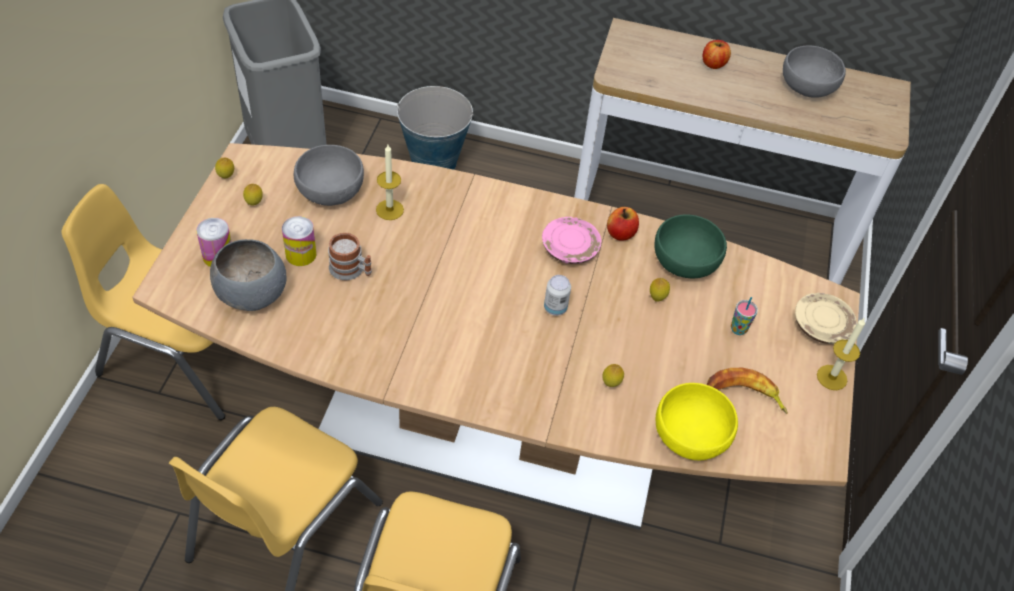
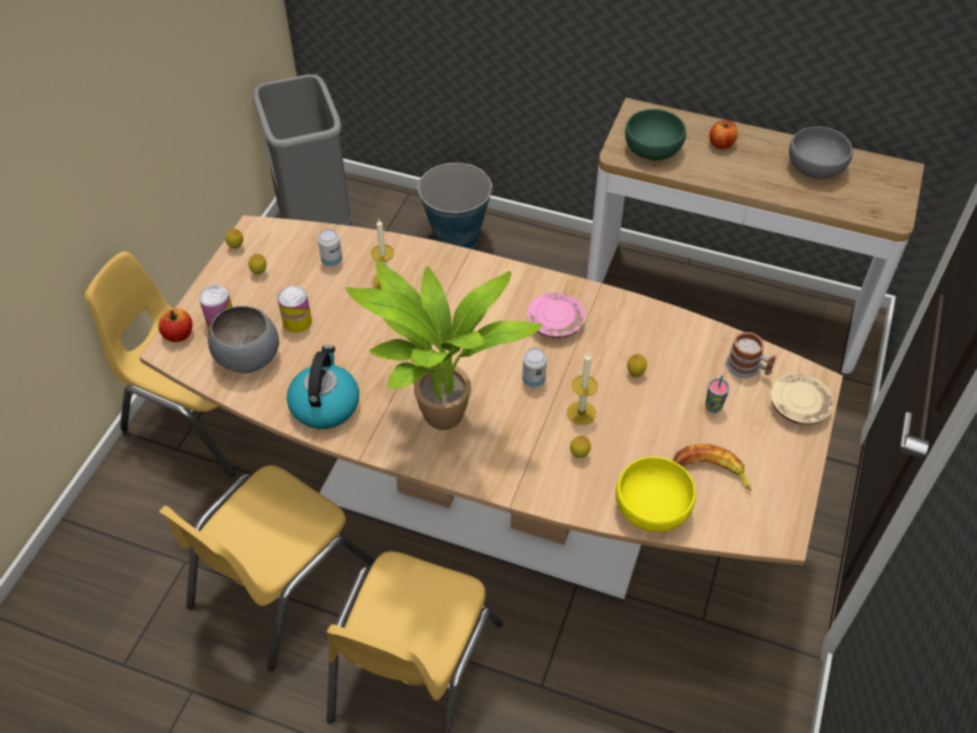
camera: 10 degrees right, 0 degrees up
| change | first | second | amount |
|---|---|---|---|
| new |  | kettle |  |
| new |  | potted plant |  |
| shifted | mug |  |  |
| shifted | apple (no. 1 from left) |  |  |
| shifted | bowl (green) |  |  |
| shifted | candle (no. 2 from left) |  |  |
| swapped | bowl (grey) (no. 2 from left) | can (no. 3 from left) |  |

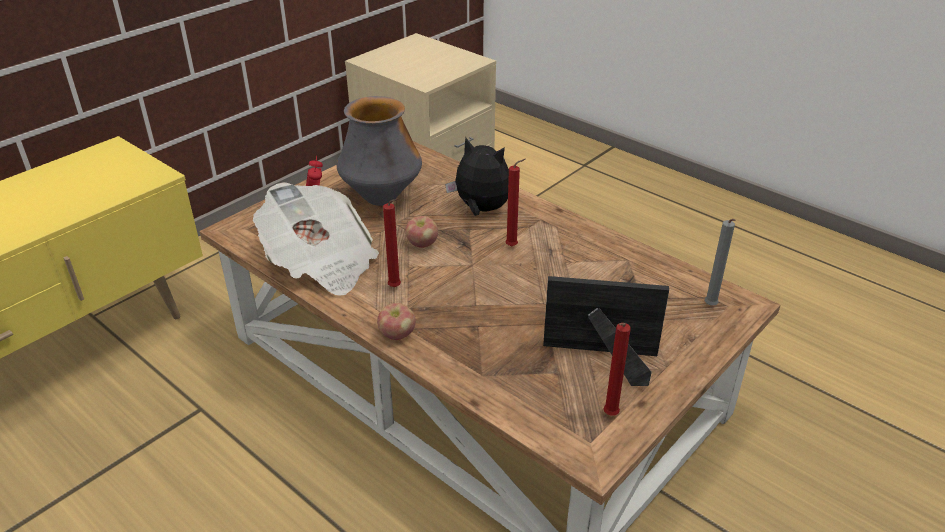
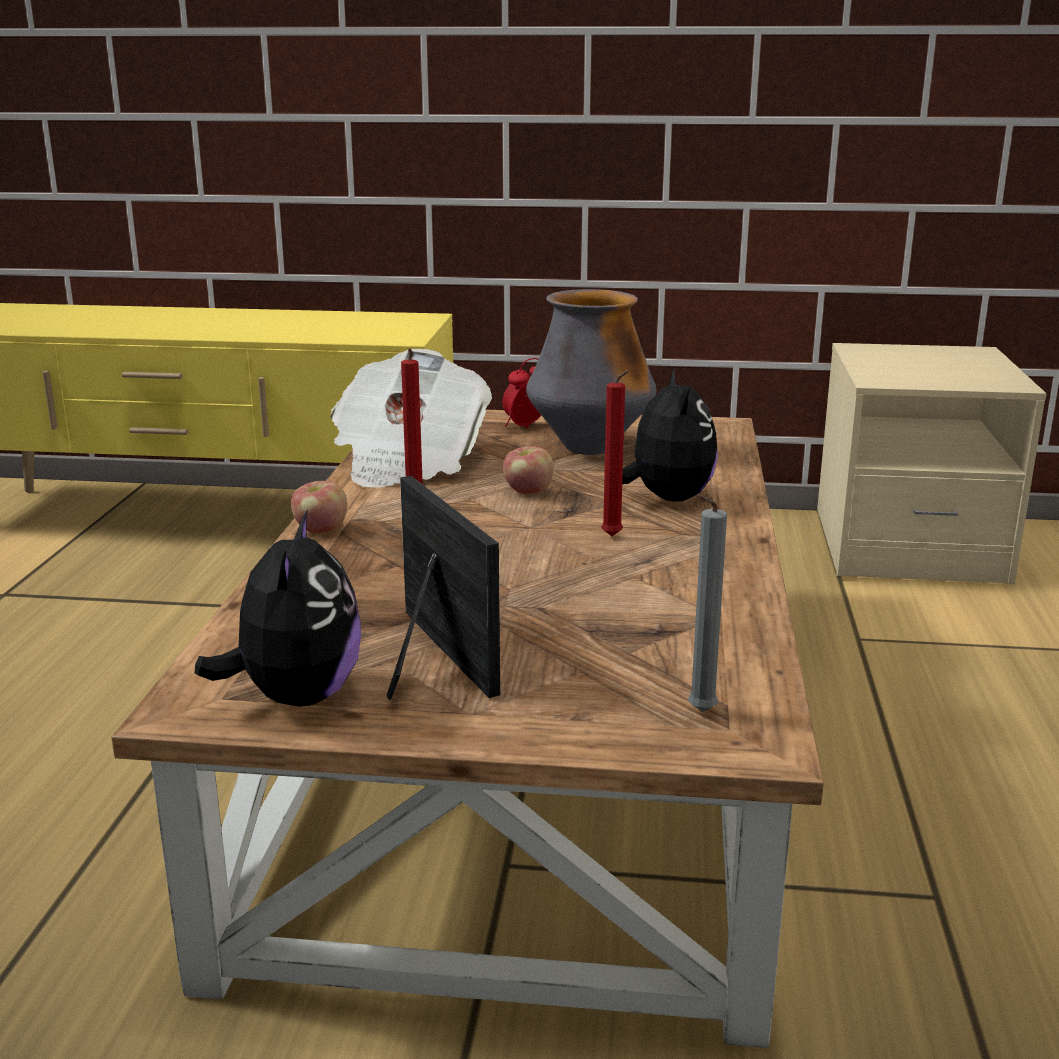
camera: 55 degrees right, 15 degrees down
| change | first | second | amount |
|---|---|---|---|
| swapped | candle (red) (no. 3 from left) | plush toy (no. 1 from left) |  |

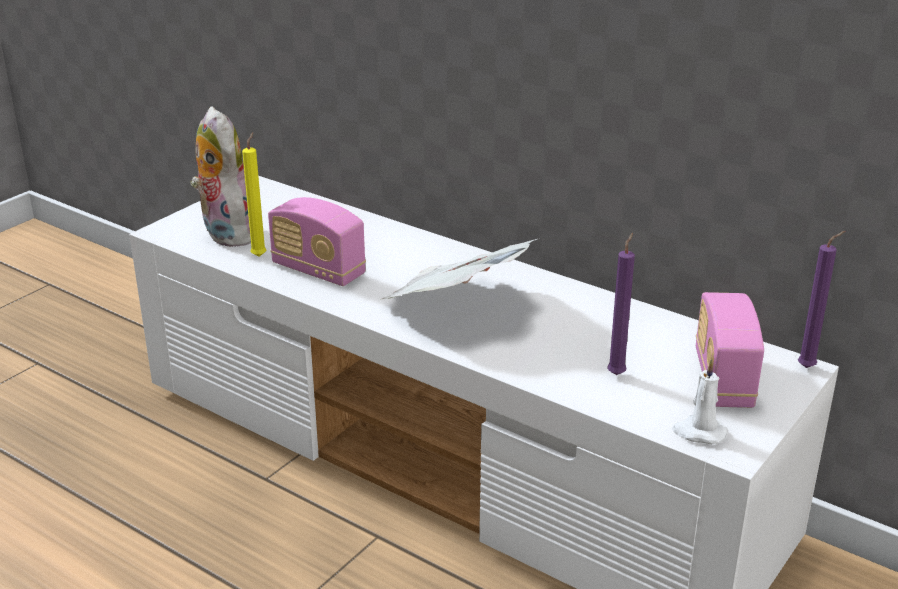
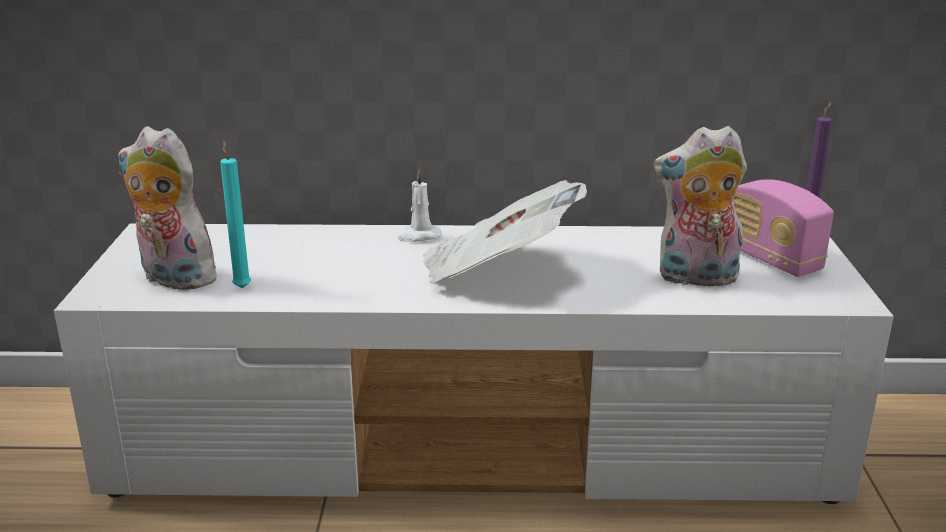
camera: 35 degrees left, 5 degrees down
| change | first | second | amount |
|---|---|---|---|
| gone | radio (no. 1 from left) |  |  |
| shifted | candle (white) |  |  |
| swapped | candle (purple) (no. 1 from left) | plush toy (no. 2 from left) |  |
| repainted | candle (yellow) | candle (turquoise) |  |

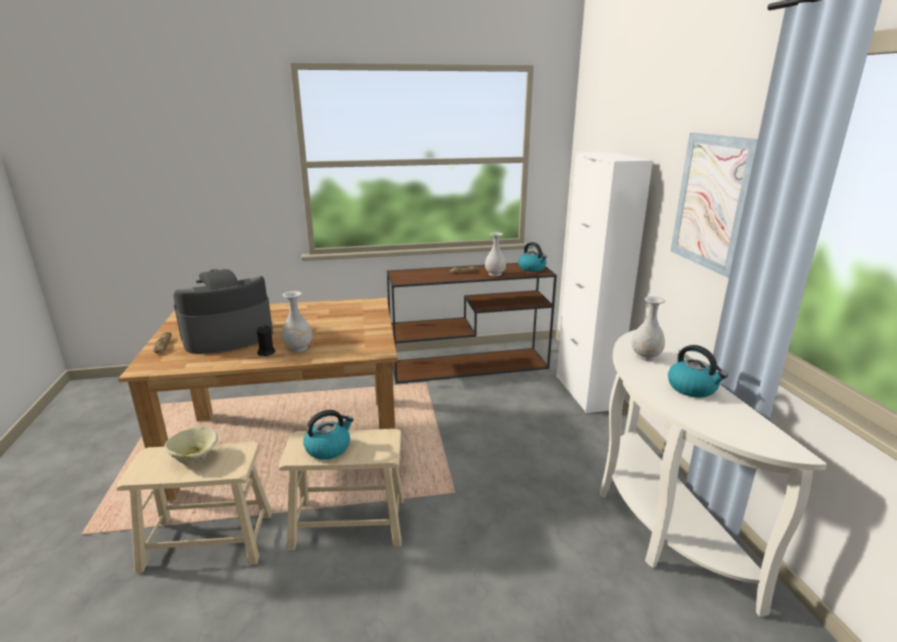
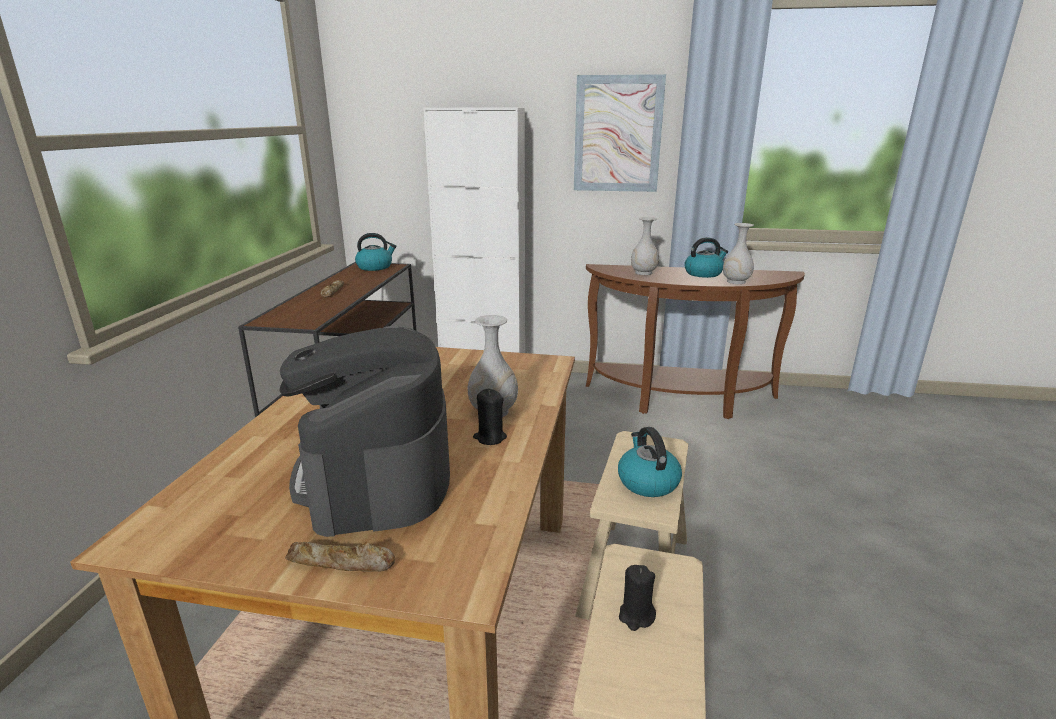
camera: 70 degrees left, 0 degrees up
| change | first | second | amount |
|---|---|---|---|
| shifted | vase (white) (no. 2 from left in the first image) | vase (white) (no. 3 from left) |  |
| swapped | bowl (beige) | candle (black) (no. 2 from left) |  |
| repainted | console table (white) | console table (brown) (no. 2 from left) |  |

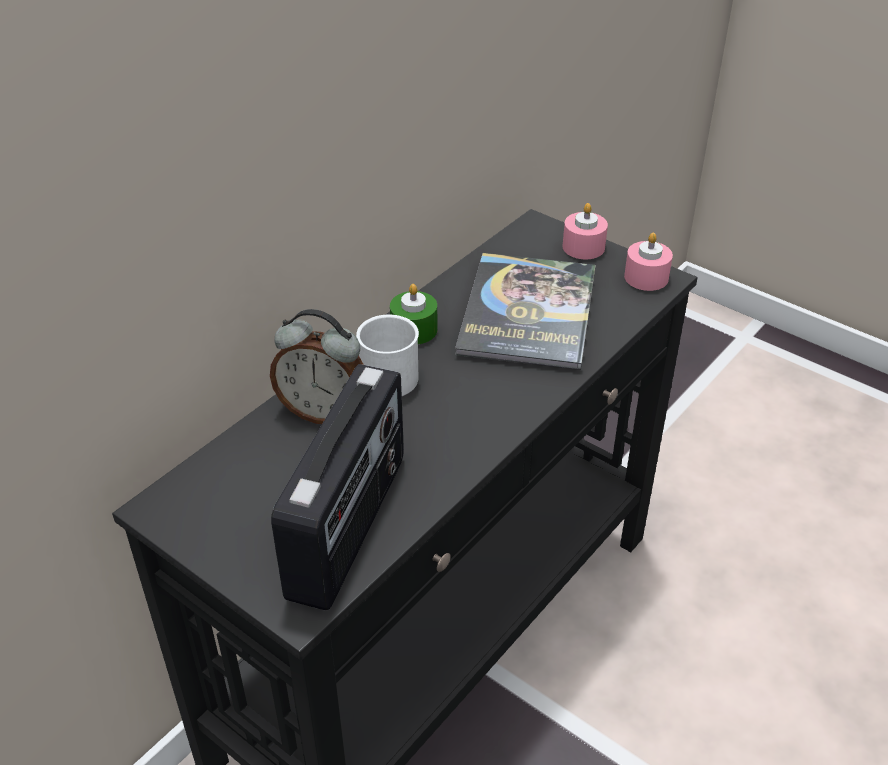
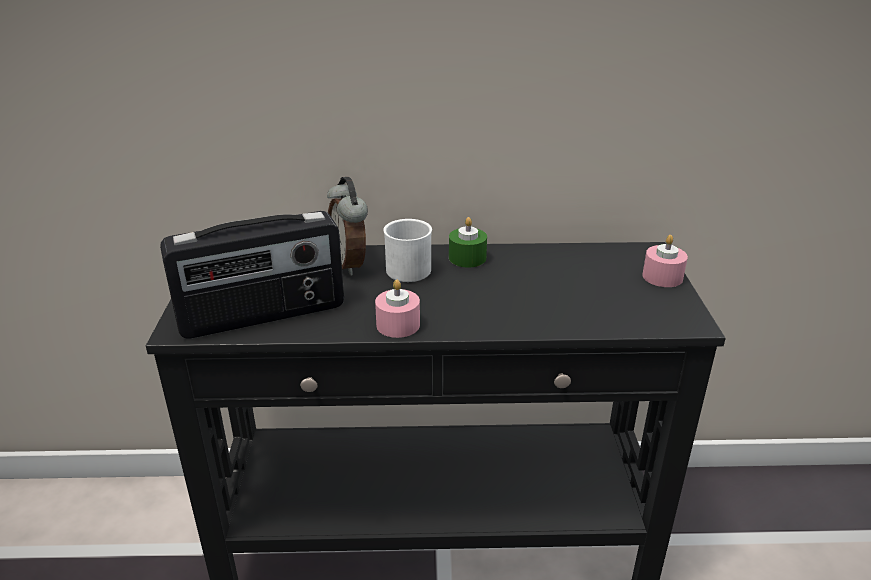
camera: 50 degrees right, 10 degrees down
| change | first | second | amount |
|---|---|---|---|
| gone | book |  |  |
| shifted | candle (pink) (no. 2 from left in the first image) | candle (pink) (no. 1 from left) |  |

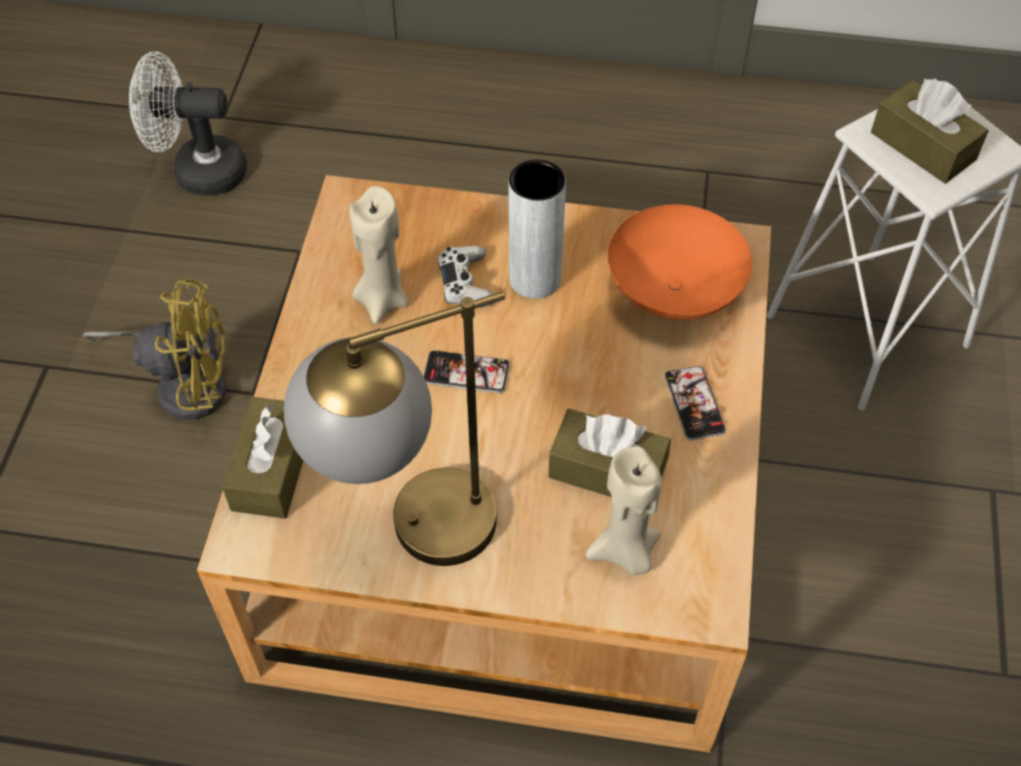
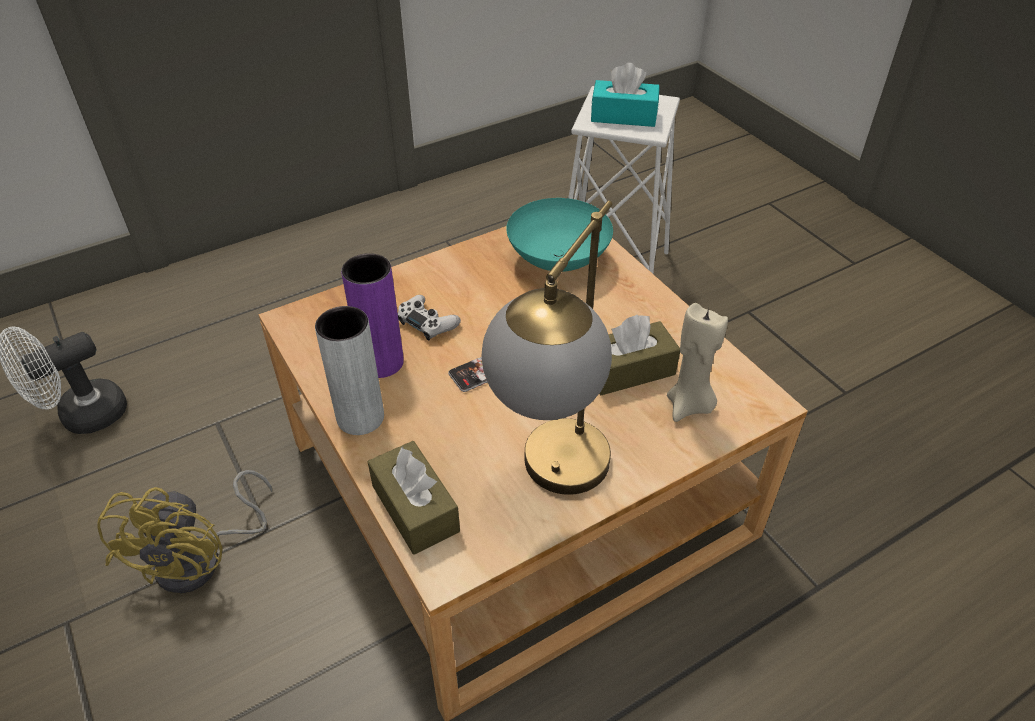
camera: 40 degrees left, 10 degrees down
| change | first | second | amount |
|---|---|---|---|
| gone | phone (no. 2 from left) |  |  |
| shifted | vase (grey) |  |  |
| swapped | candle (beige) (no. 1 from left) | vase (purple) |  |
| repainted | bowl (orange) | bowl (turquoise) |  |
| repainted | tissue box (brown) (no. 3 from left) | tissue box (turquoise) |  |
| rotated | fan (yellow) |  | 135 degrees clockwise |

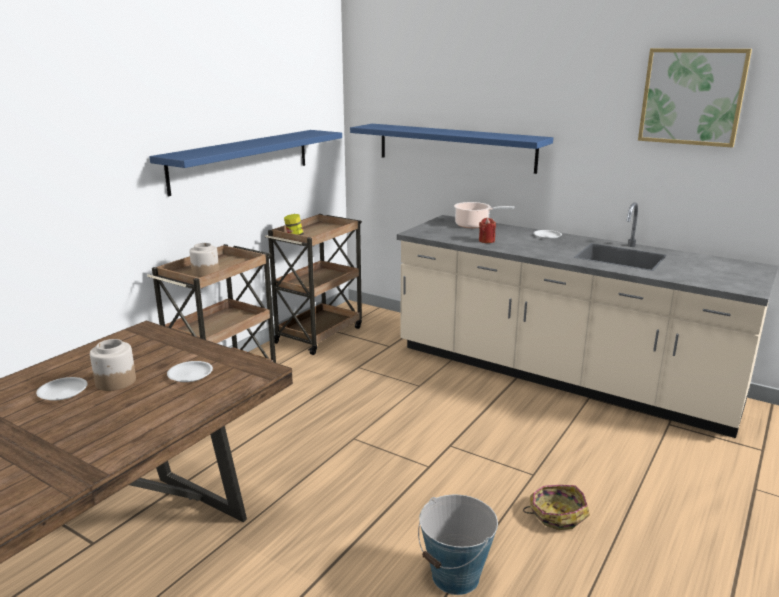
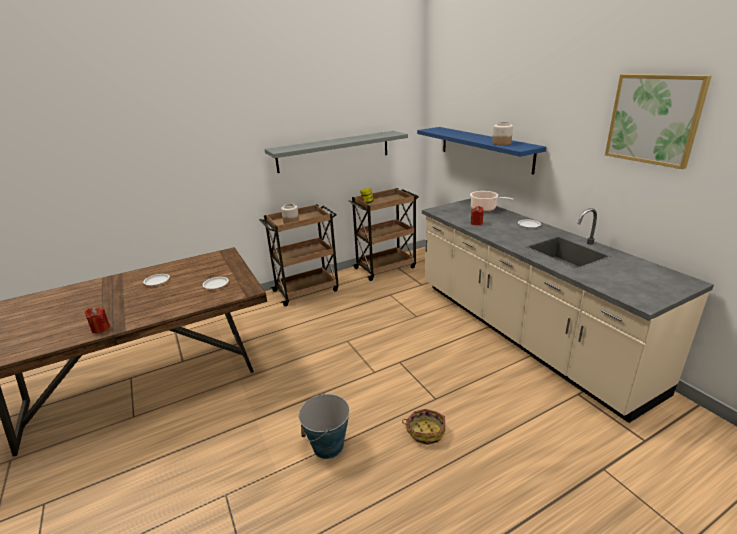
camera: 30 degrees right, 5 degrees up
| change | first | second | amount |
|---|---|---|---|
| new |  | candle (red) (no. 1 from left) |  |
| shifted | jar (no. 1 from left in the first image) | jar (no. 3 from left) |  |
| repainted | shelf (blue) (no. 1 from left) | shelf (grey) |  |

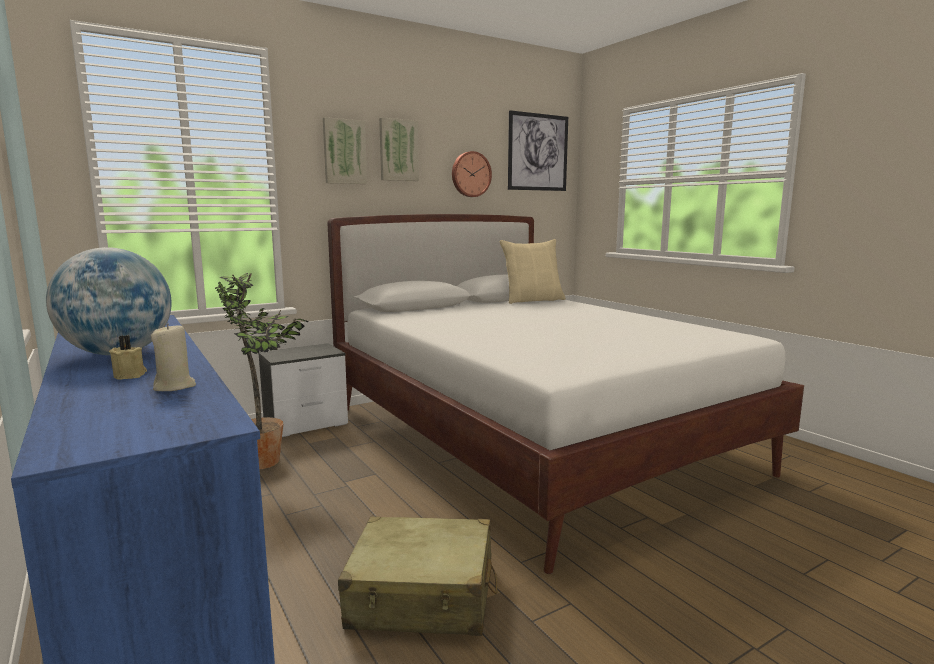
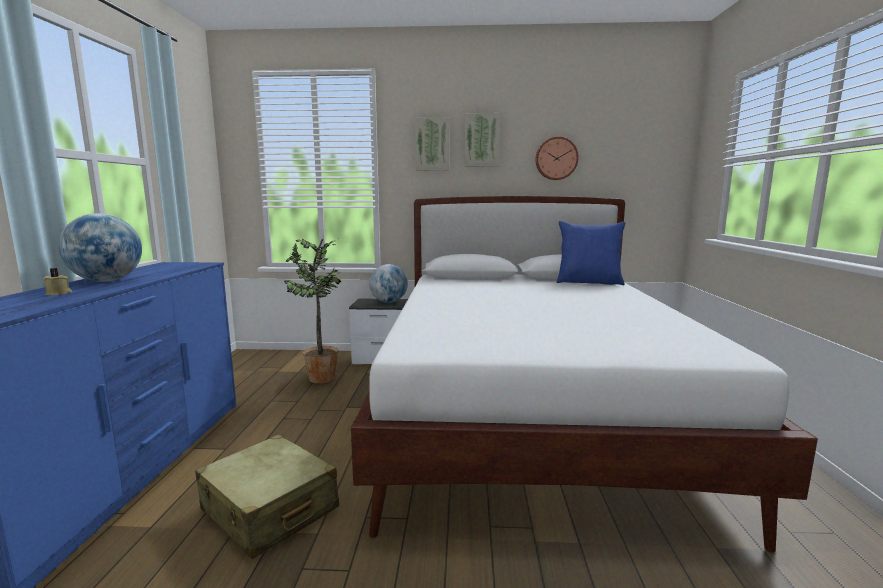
camera: 35 degrees right, 0 degrees up
| change | first | second | amount |
|---|---|---|---|
| gone | candle (beige) (no. 2 from left) |  |  |
| gone | picture (no. 3 from left) |  |  |
| new |  | globe (no. 2 from left) |  |
| repainted | pillow (beige) | pillow (blue) |  |

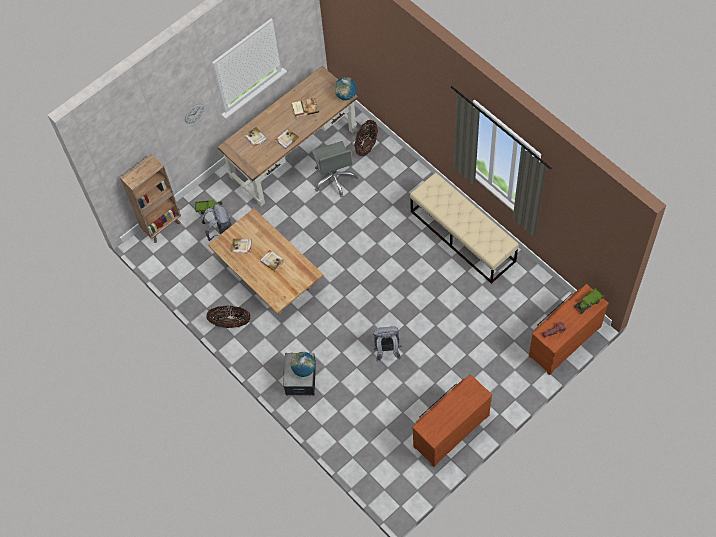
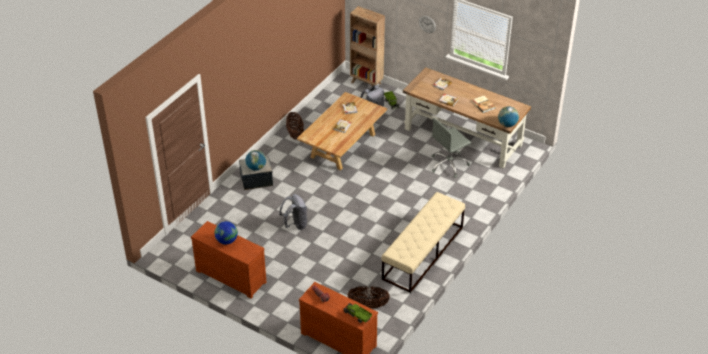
camera: 70 degrees right, 20 degrees down
| change | first | second | amount |
|---|---|---|---|
| new |  | globe (no. 1 from left) |  |
| shifted | basket (no. 2 from left) |  |  |

